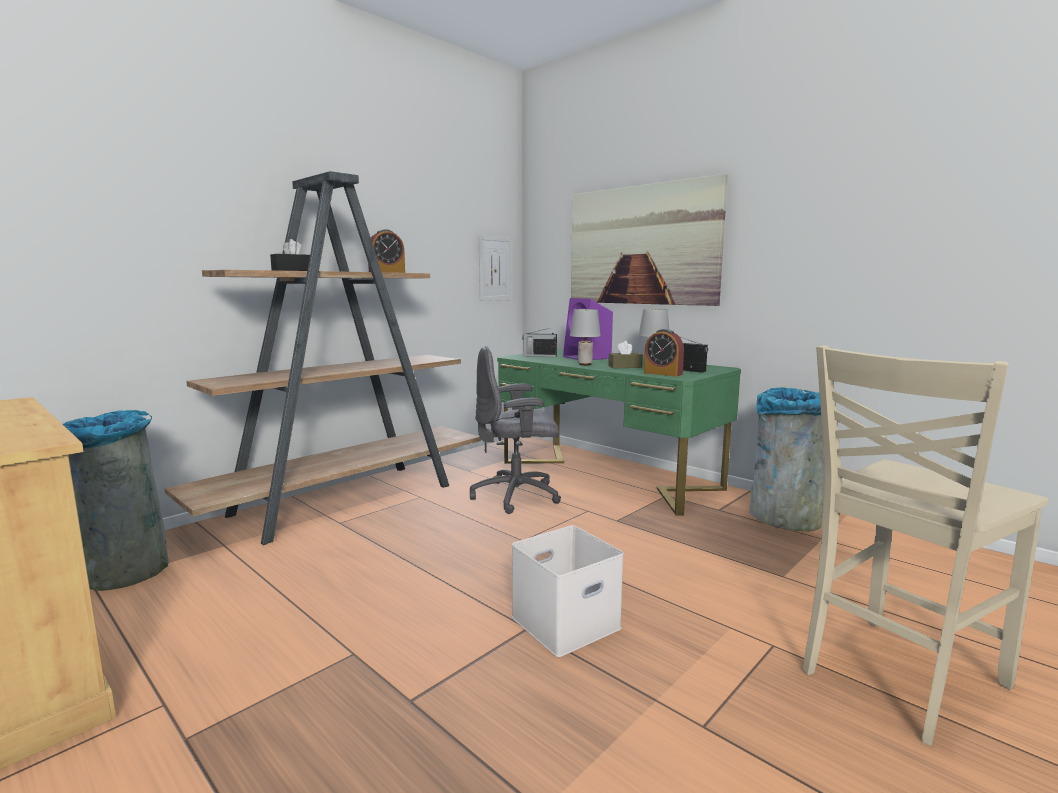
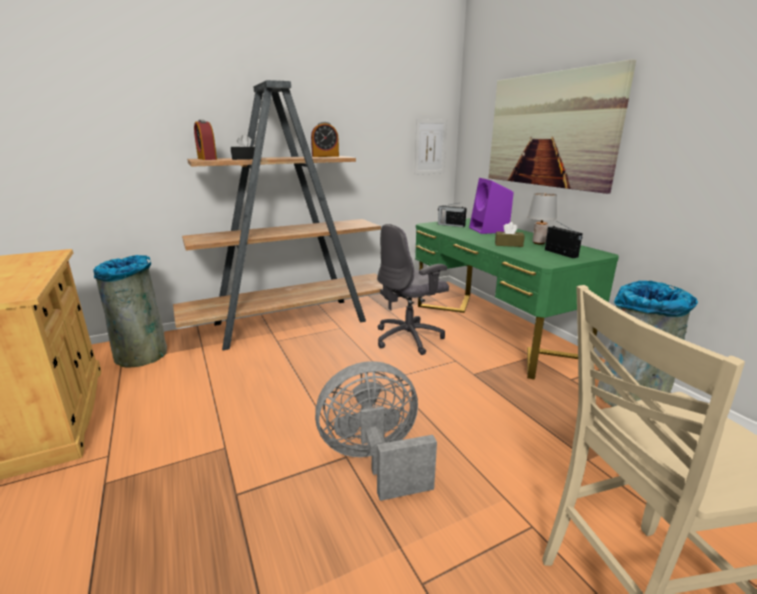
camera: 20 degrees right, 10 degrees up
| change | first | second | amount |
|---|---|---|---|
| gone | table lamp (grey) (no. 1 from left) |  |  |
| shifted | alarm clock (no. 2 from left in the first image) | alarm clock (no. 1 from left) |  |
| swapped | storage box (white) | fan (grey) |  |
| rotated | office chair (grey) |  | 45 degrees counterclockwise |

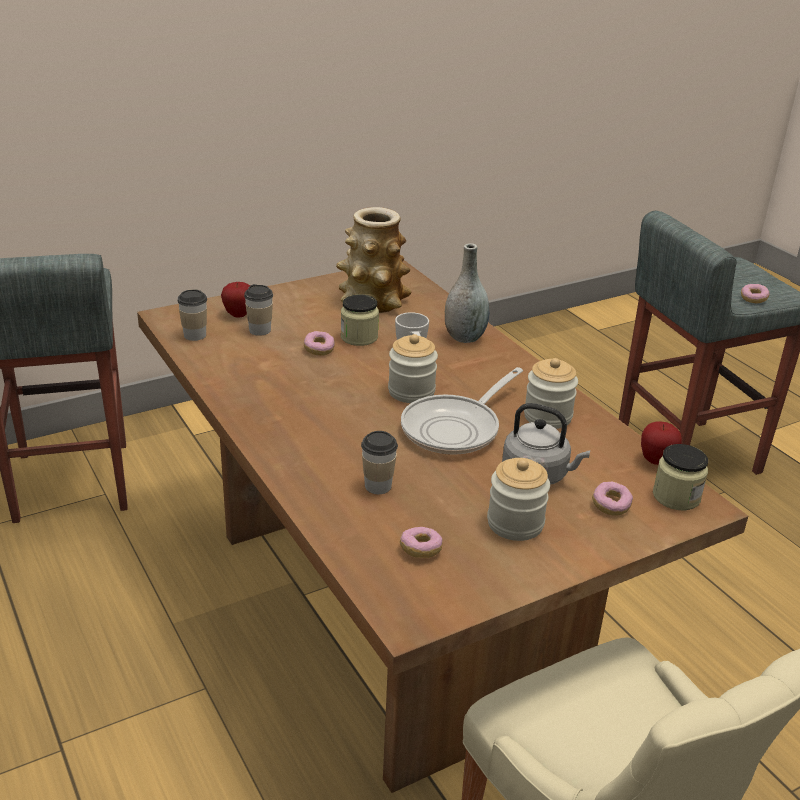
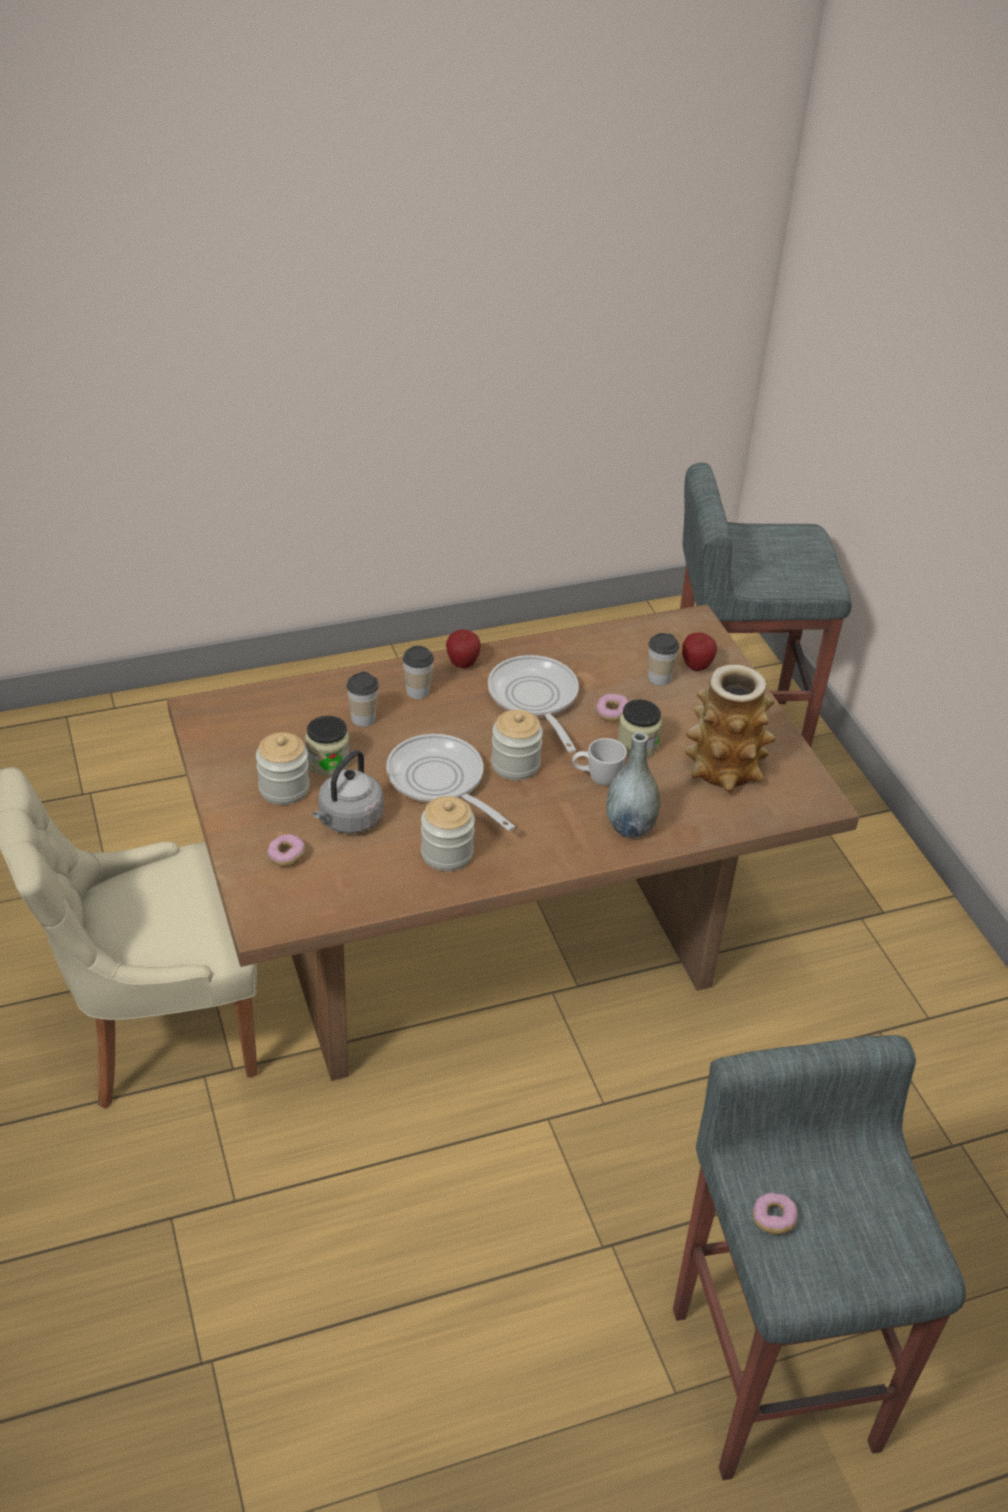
camera: 100 degrees right, 10 degrees up
| change | first | second | amount |
|---|---|---|---|
| gone | donut (no. 2 from left) |  |  |
| new |  | frying pan (no. 2 from left) |  |
| shifted | cup (no. 1 from left in the first image) | cup (no. 2 from left) |  |
| shifted | apple (no. 2 from left in the first image) | apple (no. 1 from left) |  |
| shifted | jar (no. 5 from left in the first image) | jar (no. 2 from left) |  |

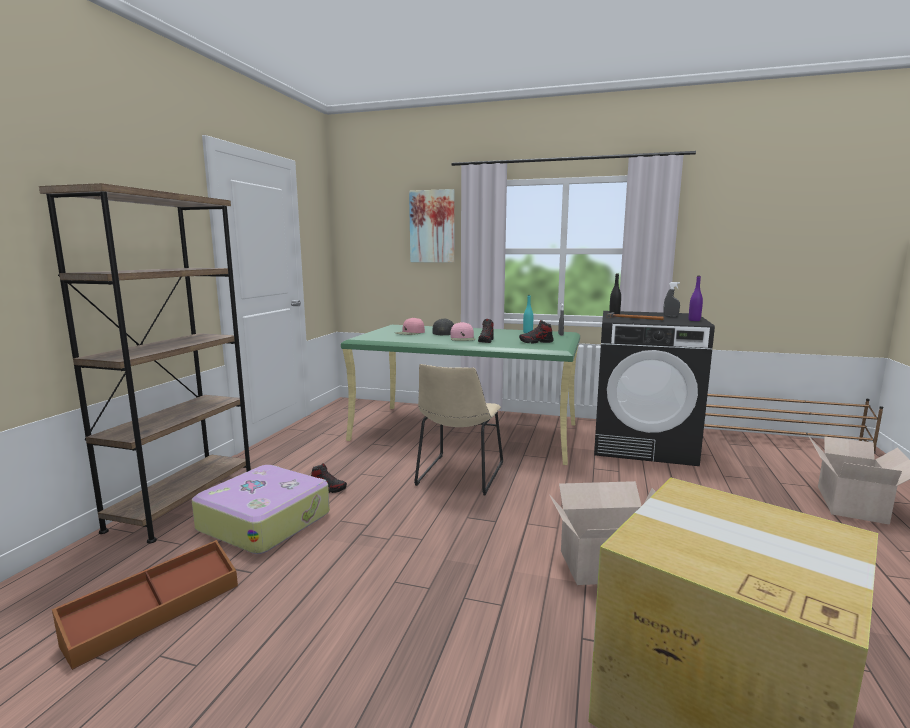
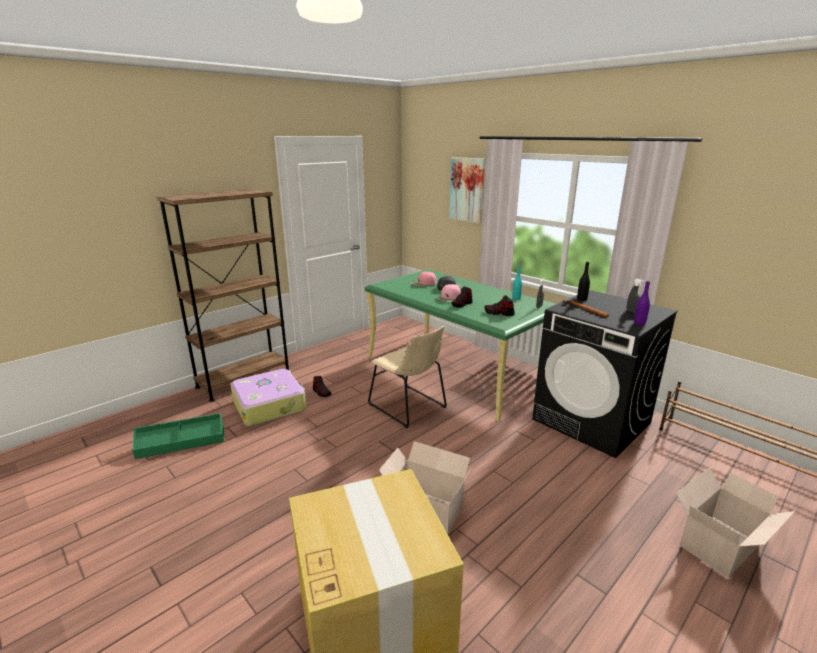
camera: 30 degrees right, 10 degrees up
| change | first | second | amount |
|---|---|---|---|
| repainted | storage box (brown) | storage box (green) |  |
| rotated | chair (beige) |  | 90 degrees counterclockwise |

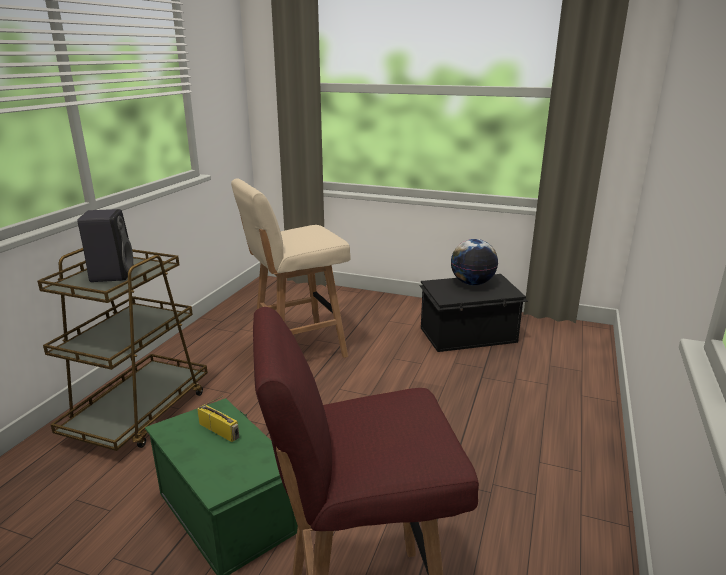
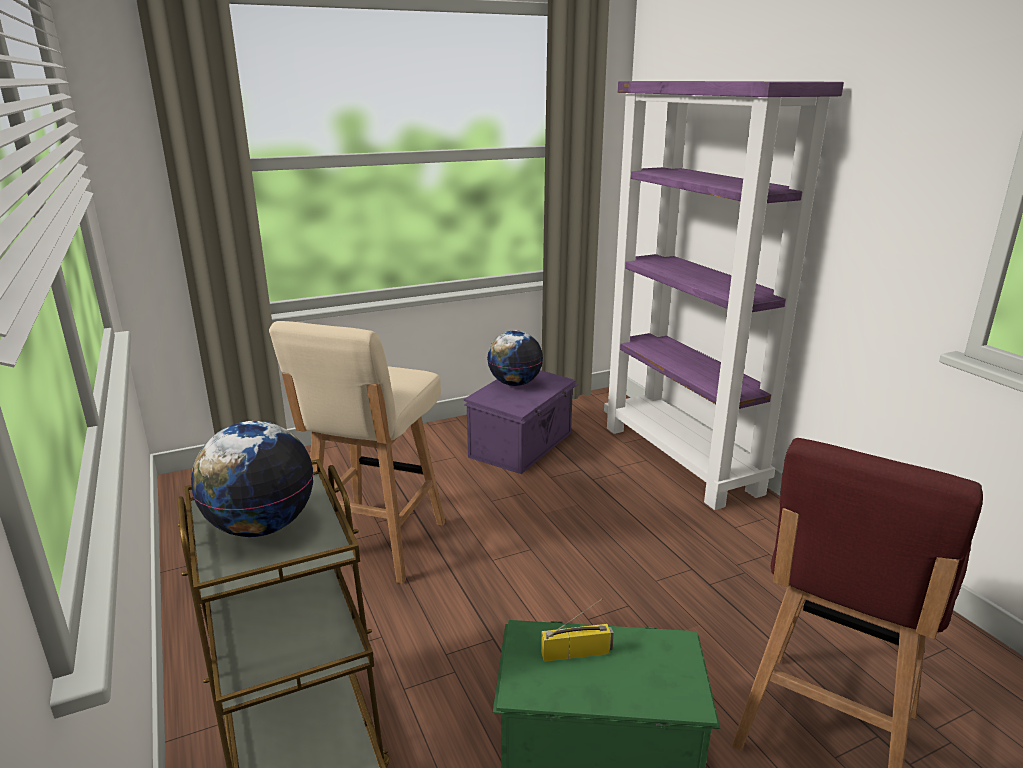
camera: 45 degrees left, 0 degrees up
| change | first | second | amount |
|---|---|---|---|
| new |  | bookcase (purple) |  |
| swapped | speaker (black) | globe (no. 1 from left) |  |
| repainted | storage box (black) | storage box (purple) |  |

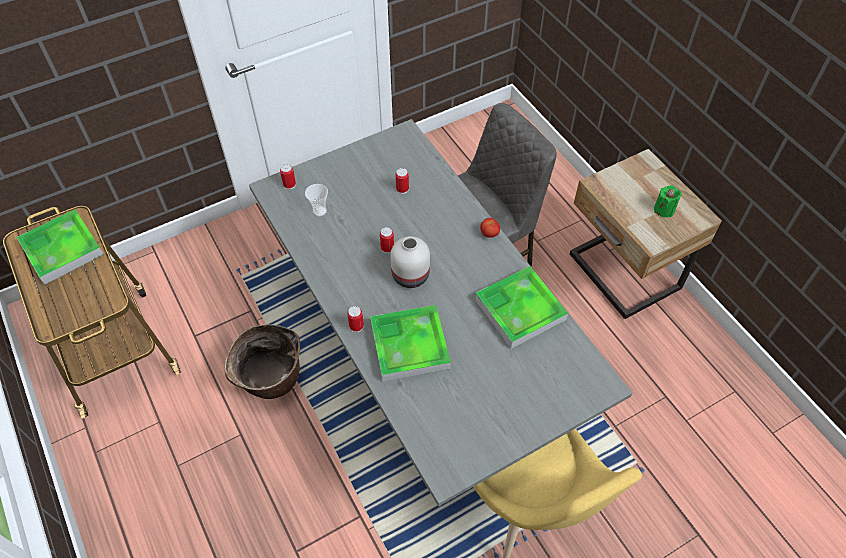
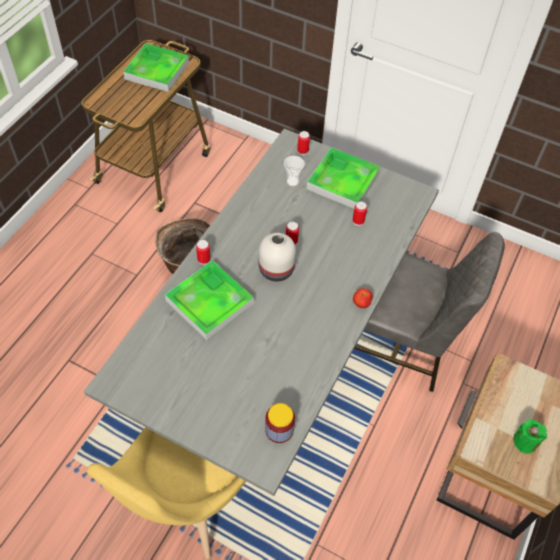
camera: 55 degrees right, 0 degrees up
| change | first | second | amount |
|---|---|---|---|
| new |  | jar |  |
| shifted | tray (no. 3 from left) |  |  |

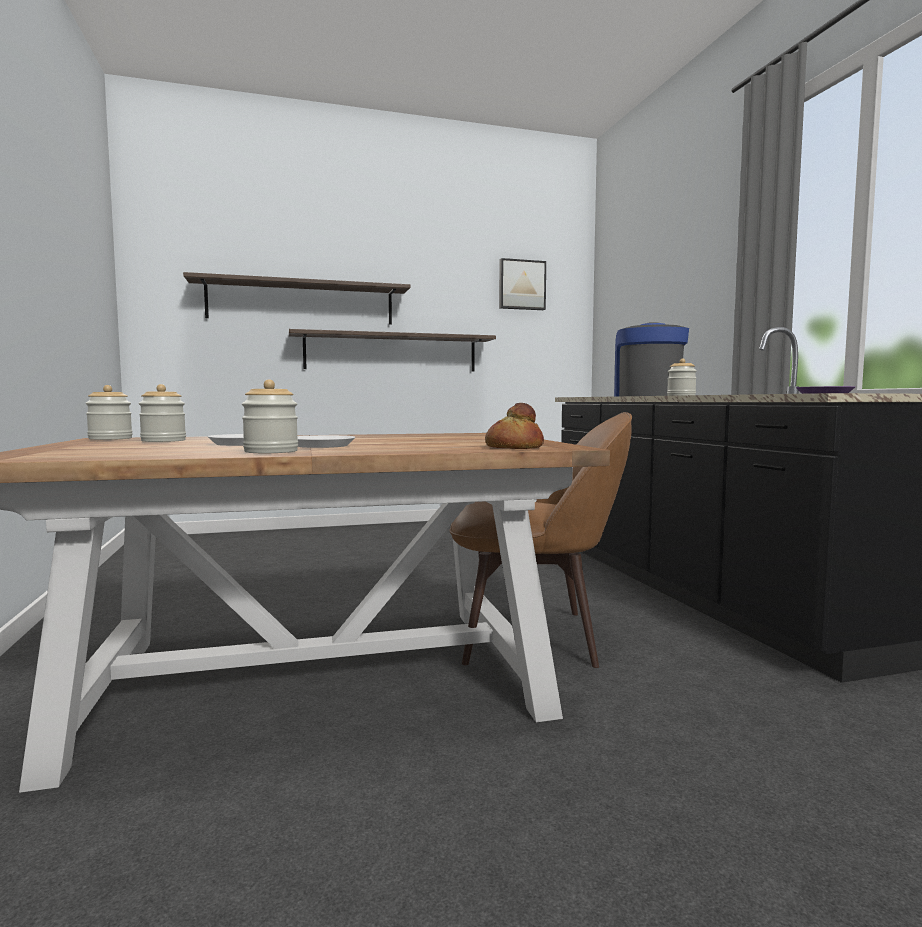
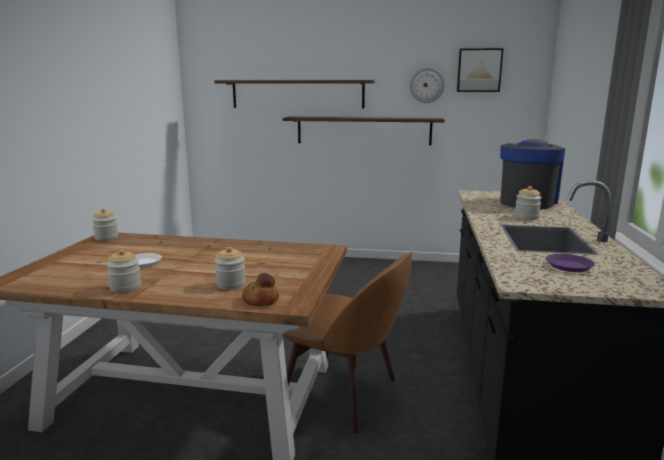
camera: 25 degrees right, 10 degrees up
| change | first | second | amount |
|---|---|---|---|
| gone | plate (white) (no. 2 from left) |  |  |
| new |  | wall clock |  |
| shifted | jar (no. 2 from left in the first image) | jar (no. 3 from left) |  |

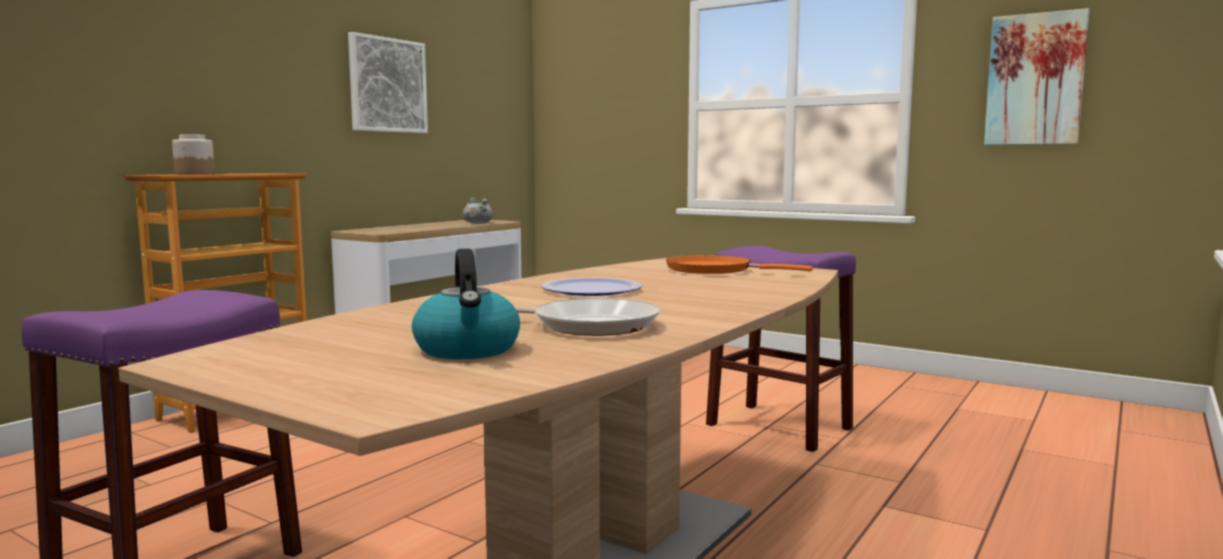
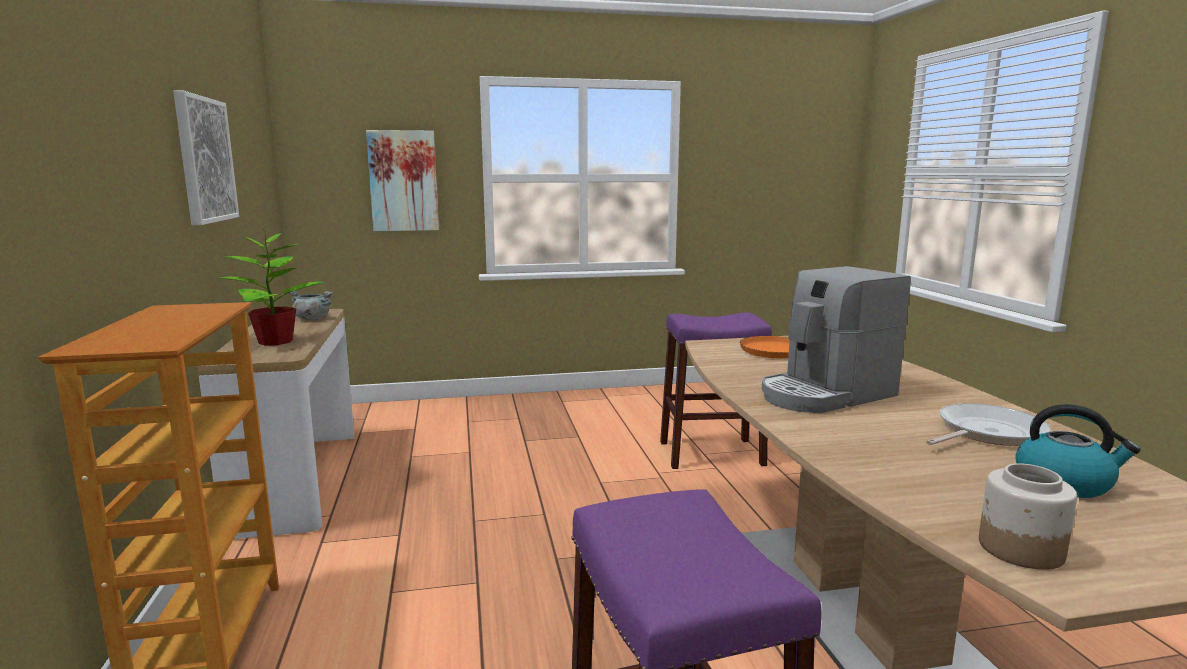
camera: 45 degrees left, 5 degrees up
| change | first | second | amount |
|---|---|---|---|
| new |  | potted plant |  |
| shifted | jar |  |  |
| shifted | picture (no. 2 from left) |  |  |
| swapped | plate | coffee machine |  |

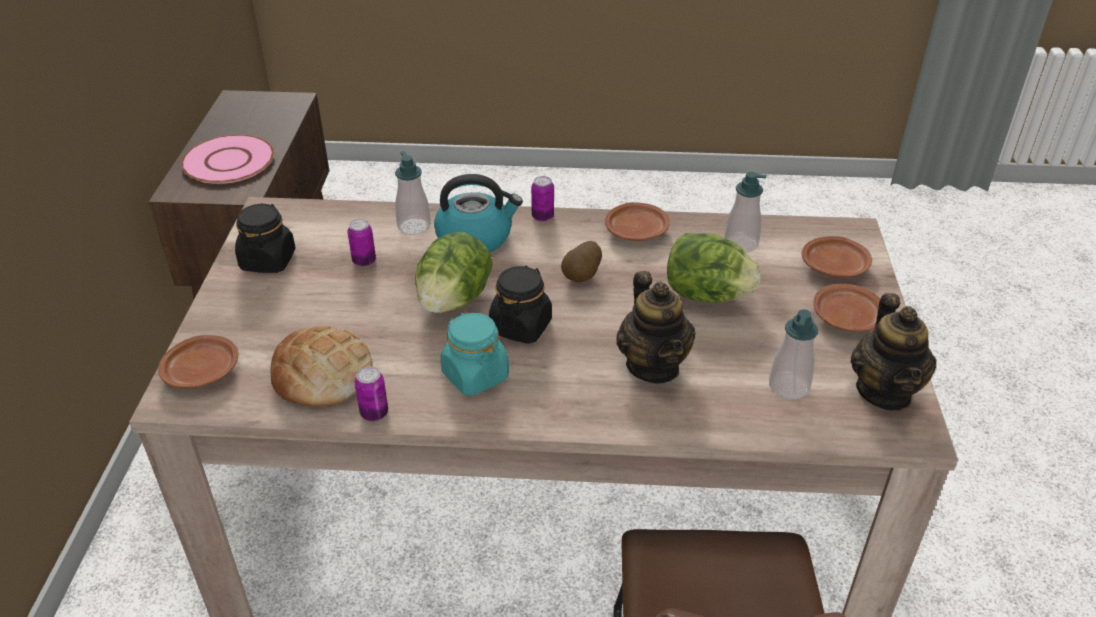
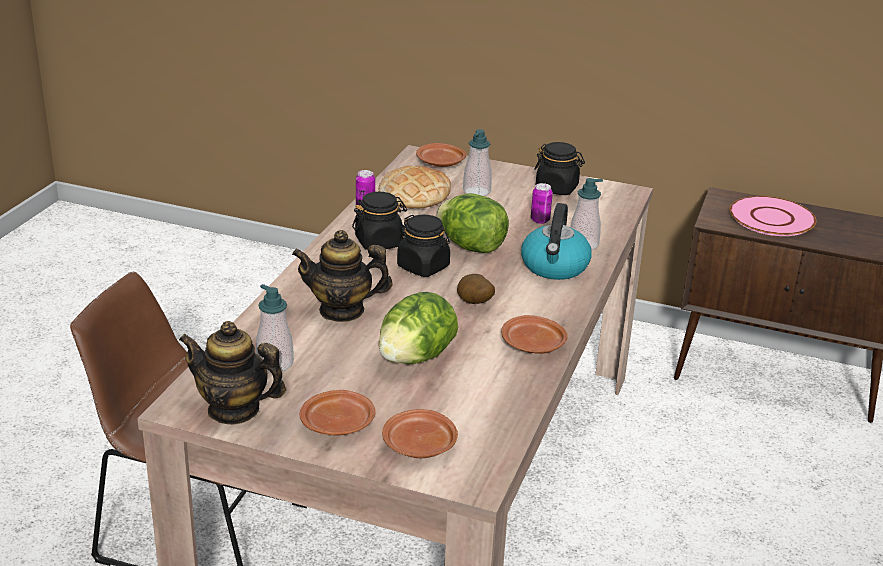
camera: 105 degrees right, 10 degrees down
| change | first | second | amount |
|---|---|---|---|
| gone | can (no. 3 from left) |  |  |
| shifted | soap dispenser (no. 2 from left) |  |  |
| repainted | jar (turquoise) | jar (black) (no. 1 from left) |  |

